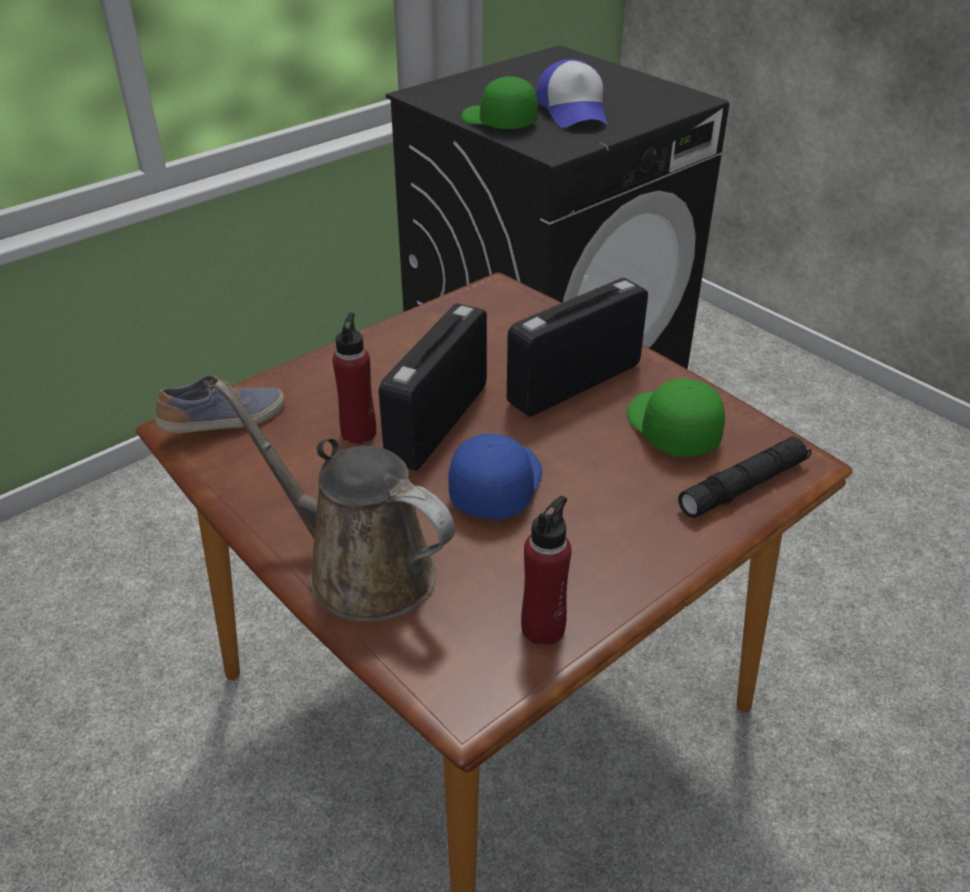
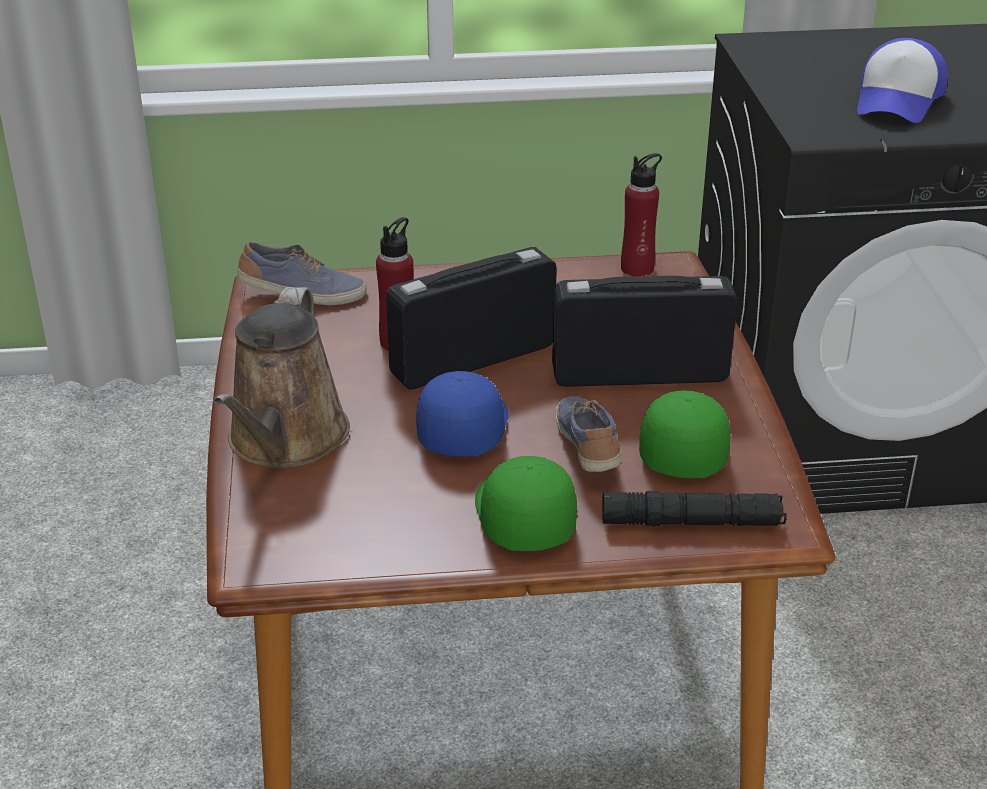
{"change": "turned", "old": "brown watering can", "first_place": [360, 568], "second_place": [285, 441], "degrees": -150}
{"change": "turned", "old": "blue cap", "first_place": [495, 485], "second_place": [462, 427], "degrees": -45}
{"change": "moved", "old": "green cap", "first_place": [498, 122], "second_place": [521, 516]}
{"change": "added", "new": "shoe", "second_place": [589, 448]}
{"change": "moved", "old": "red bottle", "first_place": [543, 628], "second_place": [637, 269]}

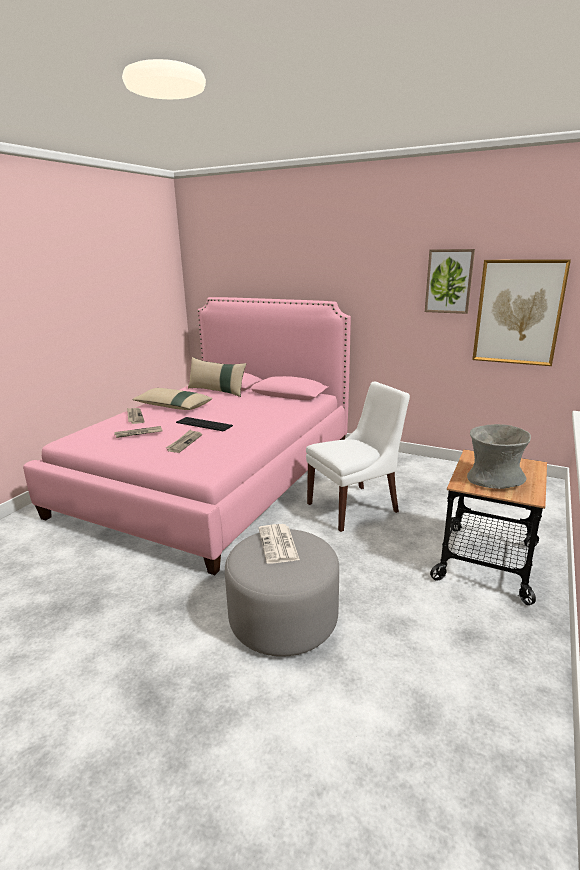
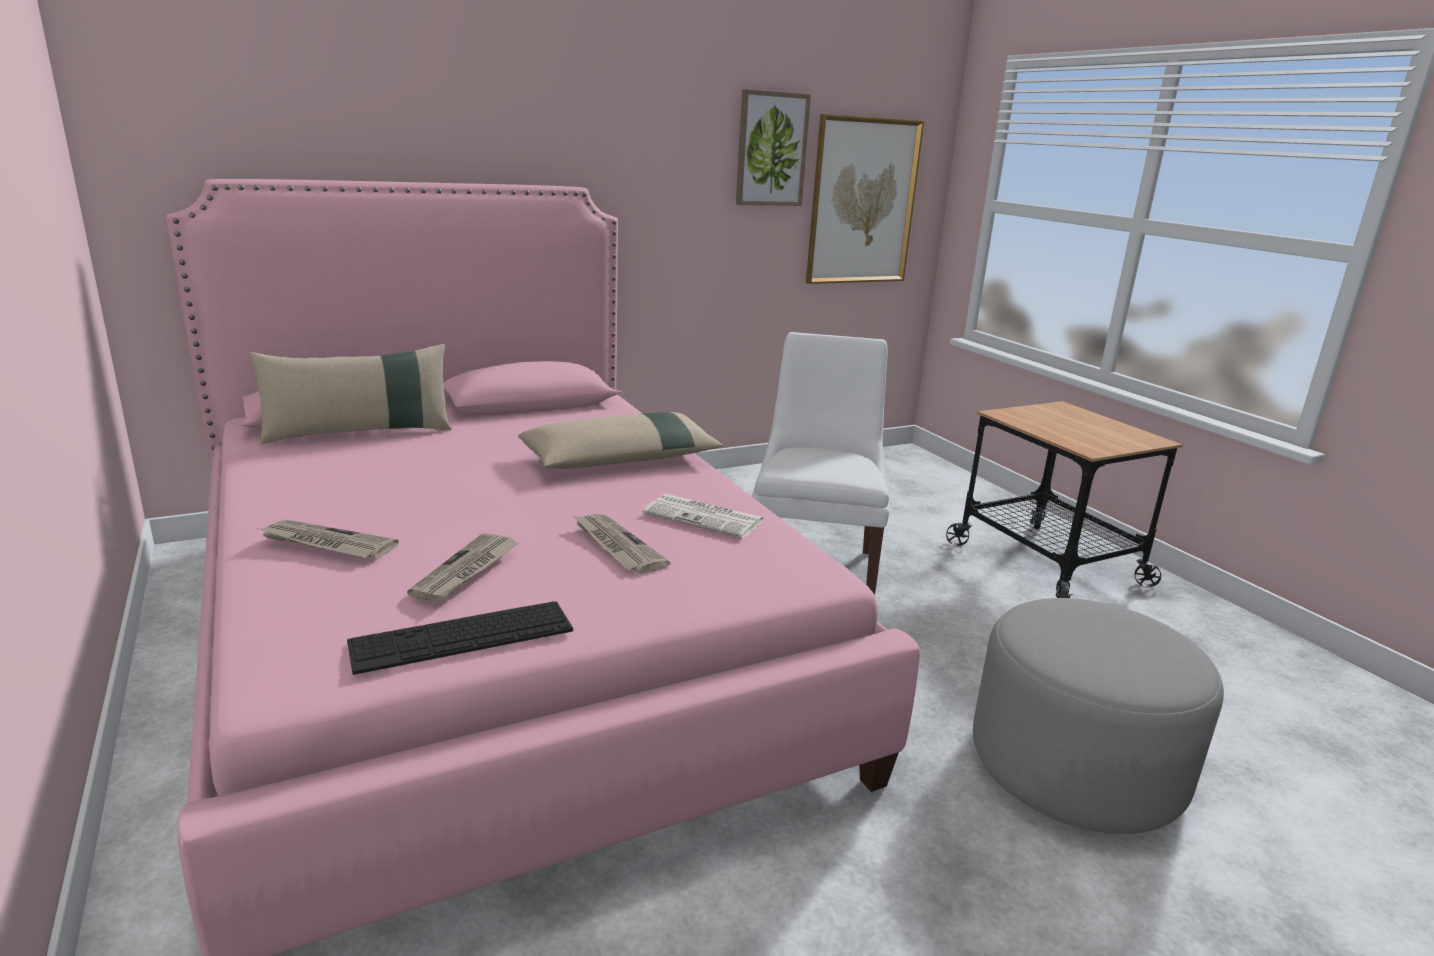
{"change": "moved", "old": "keyboard", "first_place": [204, 424], "second_place": [462, 636]}
{"change": "moved", "old": "beige pillow", "first_place": [173, 406], "second_place": [621, 459]}
{"change": "moved", "old": "newspaper", "first_place": [278, 544], "second_place": [706, 517]}
{"change": "removed", "old": "grey vase", "first_place": [493, 479]}

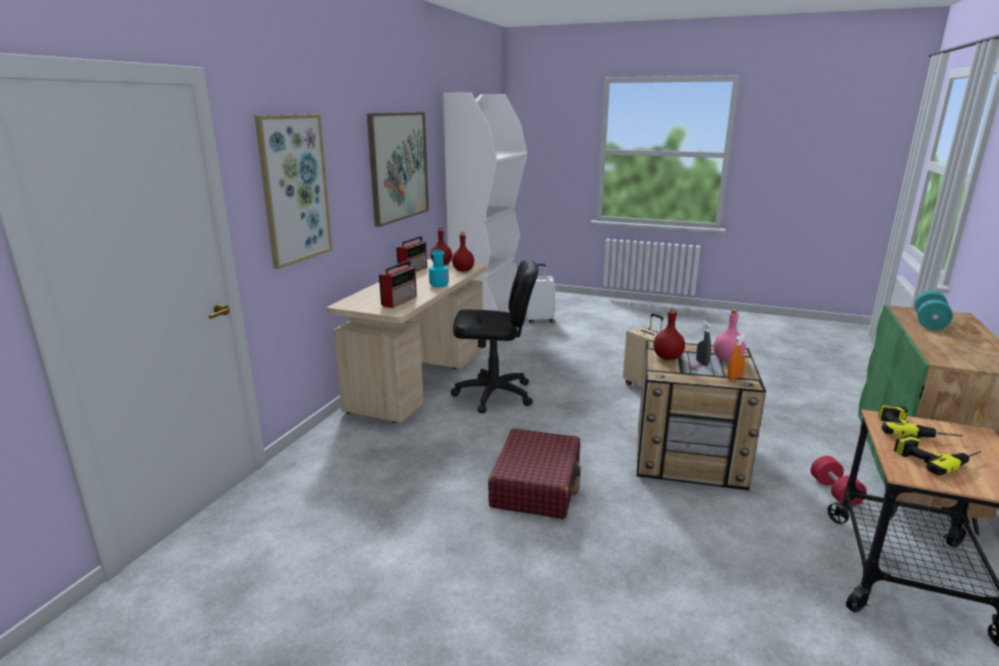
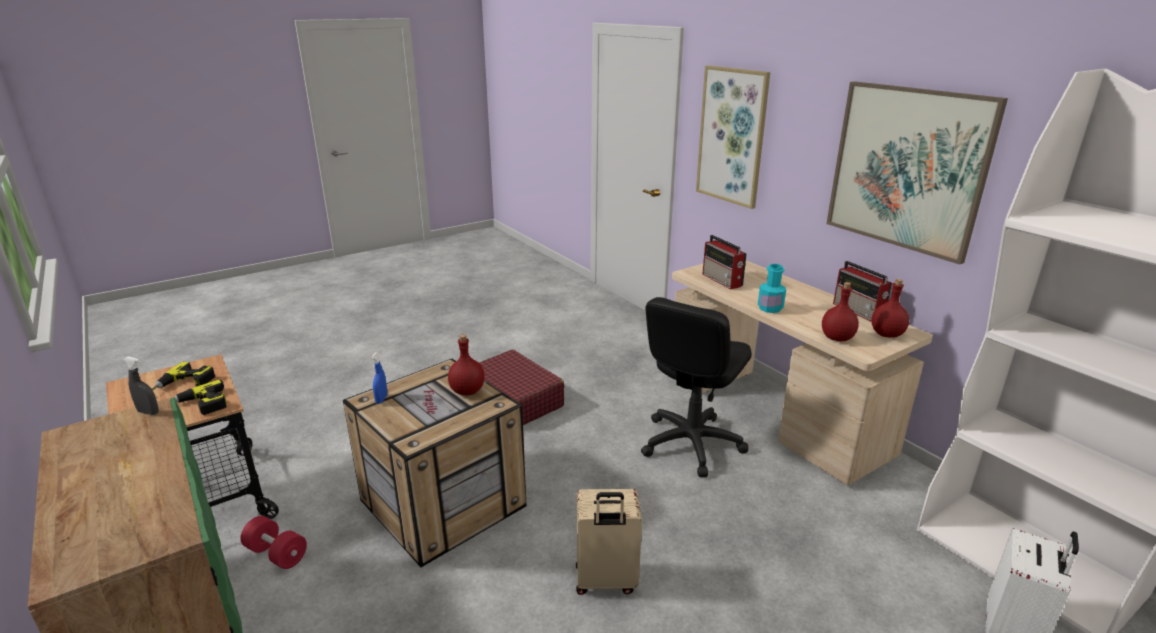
{"change": "moved", "old": "grey spray bottle", "first_place": [702, 363], "second_place": [148, 412]}
{"change": "recoloured", "old": "orange spray bottle", "new": "blue spray bottle", "first_place": [734, 378], "second_place": [381, 399]}
{"change": "removed", "old": "pink bottle", "first_place": [727, 359]}
{"change": "removed", "old": "turquoise dumbbell", "first_place": [929, 322]}

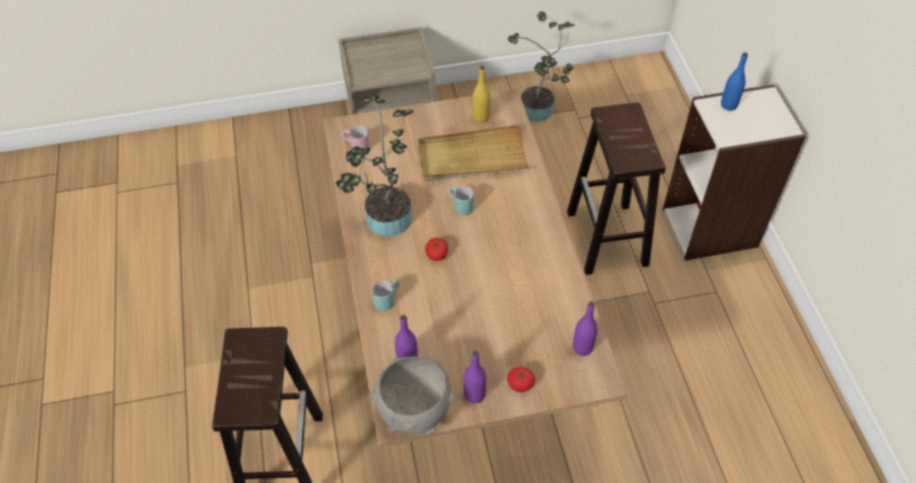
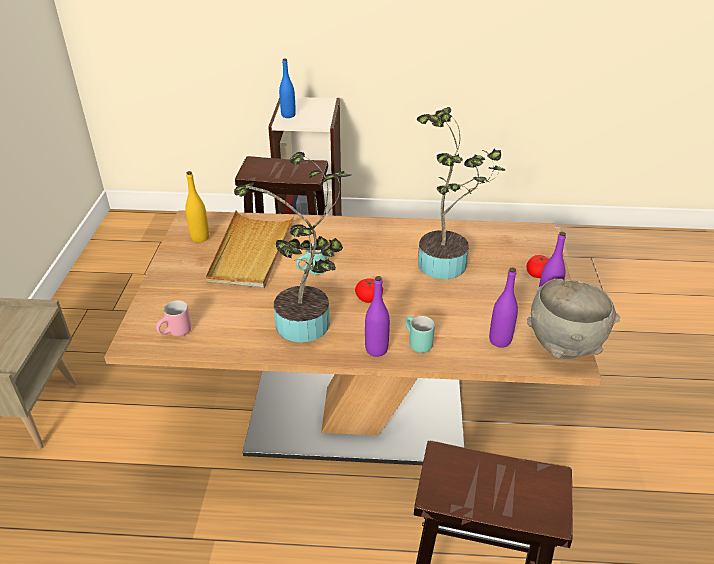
{"change": "moved", "old": "purple bottle", "first_place": [582, 348], "second_place": [376, 349]}
{"change": "moved", "old": "potted plant", "first_place": [539, 112], "second_place": [447, 262]}

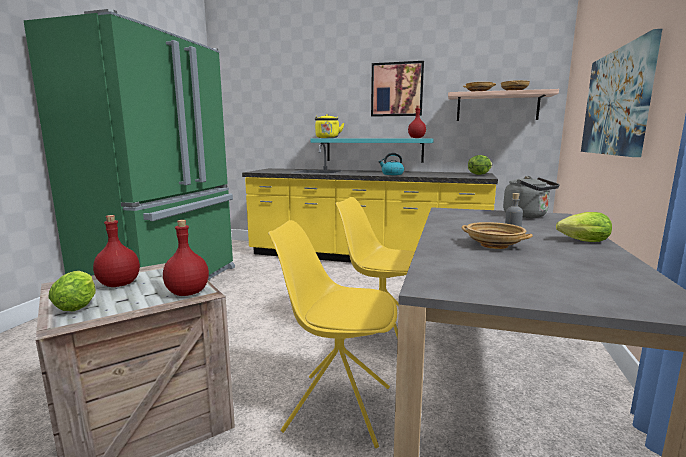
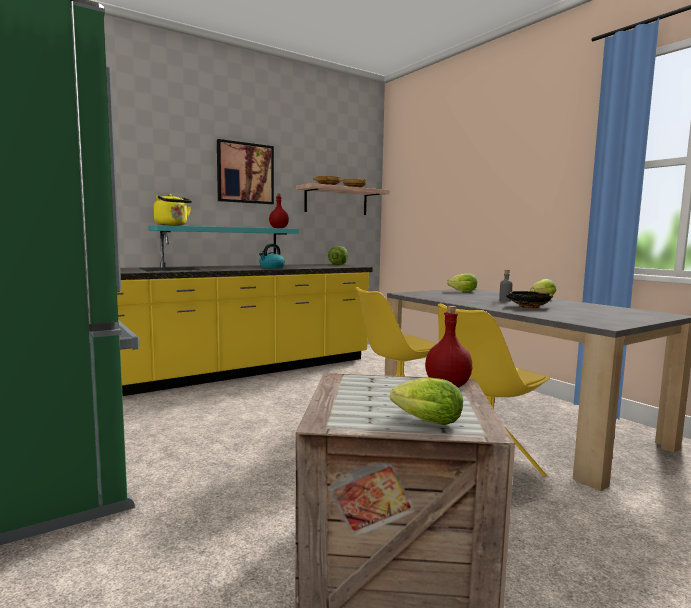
{"change": "replaced", "old": "grey kettle", "new": "lettuce", "first_place": [527, 216], "second_place": [461, 291]}
{"change": "recoloured", "old": "beige bowl", "new": "black bowl", "first_place": [493, 245], "second_place": [528, 306]}
{"change": "removed", "old": "red bottle", "first_place": [119, 284]}
{"change": "removed", "old": "picture", "first_place": [616, 102]}

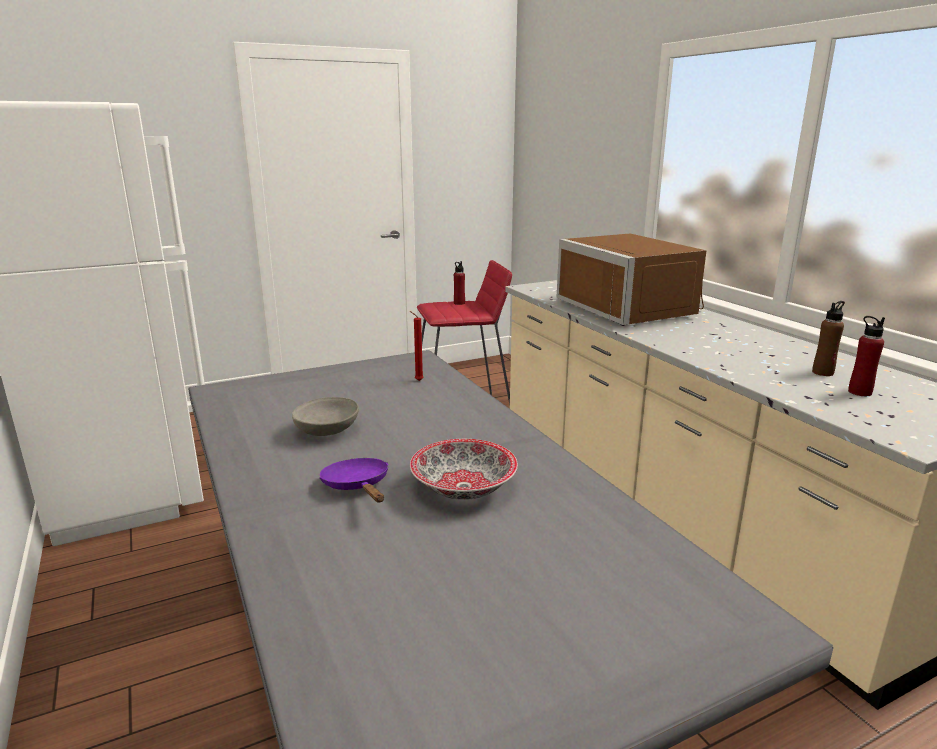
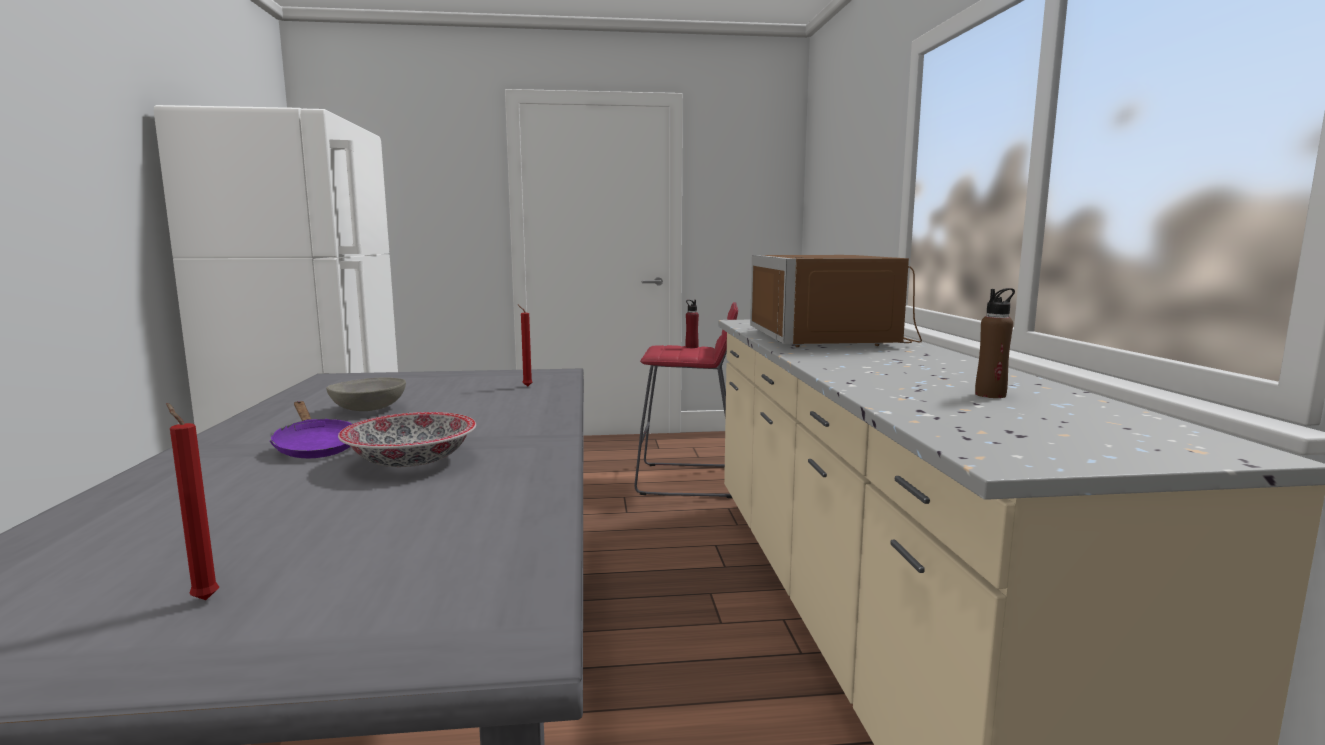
{"change": "added", "new": "red candle", "second_place": [203, 599]}
{"change": "turned", "old": "purple frying pan", "first_place": [358, 486], "second_place": [315, 447], "degrees": 150}
{"change": "removed", "old": "red bottle", "first_place": [859, 392]}

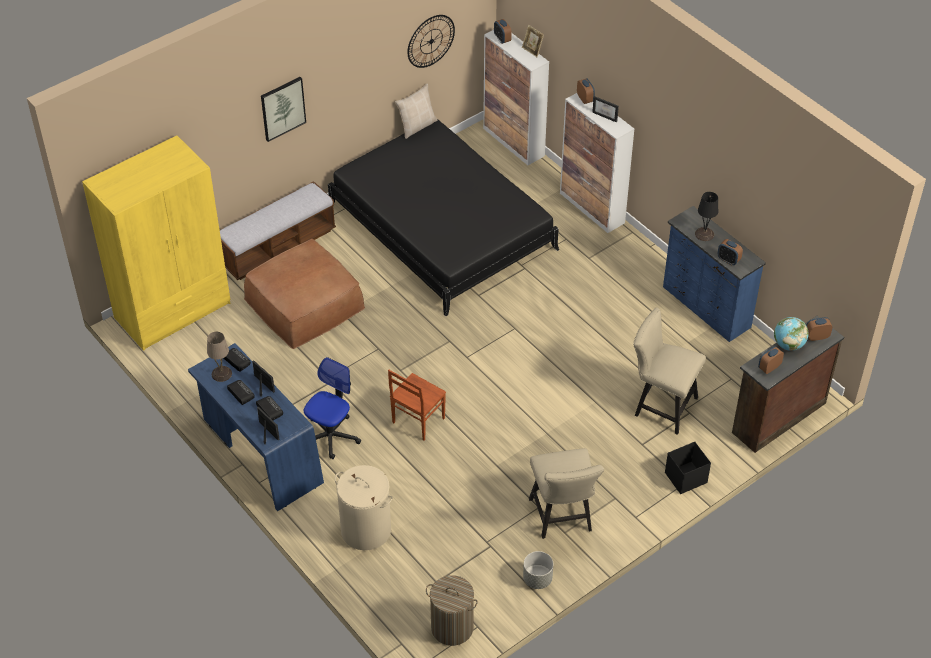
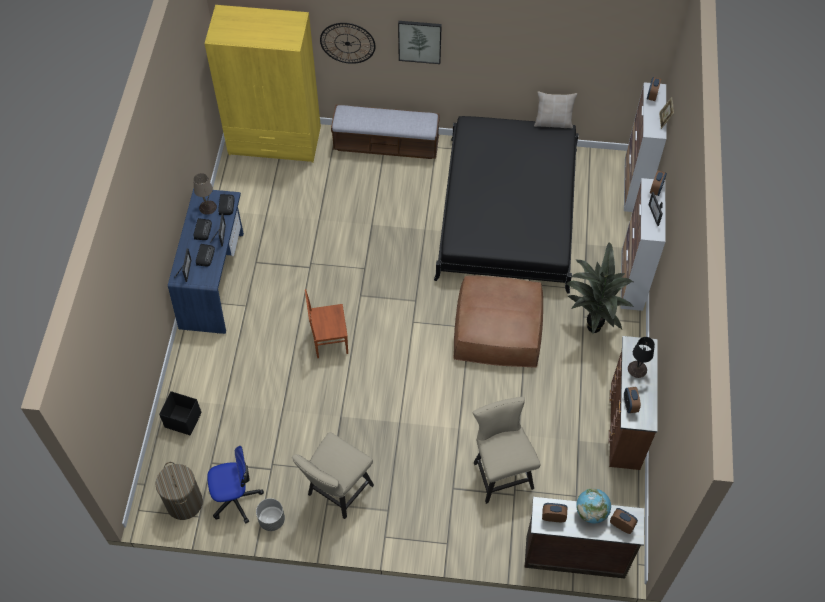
{"change": "moved", "old": "black storage box", "first_place": [685, 478], "second_place": [182, 419]}
{"change": "moved", "old": "office chair", "first_place": [331, 436], "second_place": [235, 498]}
{"change": "moved", "old": "wall clock", "first_place": [431, 41], "second_place": [347, 43]}
{"change": "moved", "old": "brown ottoman", "first_place": [304, 303], "second_place": [498, 328]}
{"change": "added", "new": "potted plant", "second_place": [590, 327]}
{"change": "recoloured", "old": "blue dresser", "new": "brown dresser", "first_place": [705, 308], "second_place": [623, 425]}
{"change": "removed", "old": "beige laundry basket", "first_place": [366, 530]}

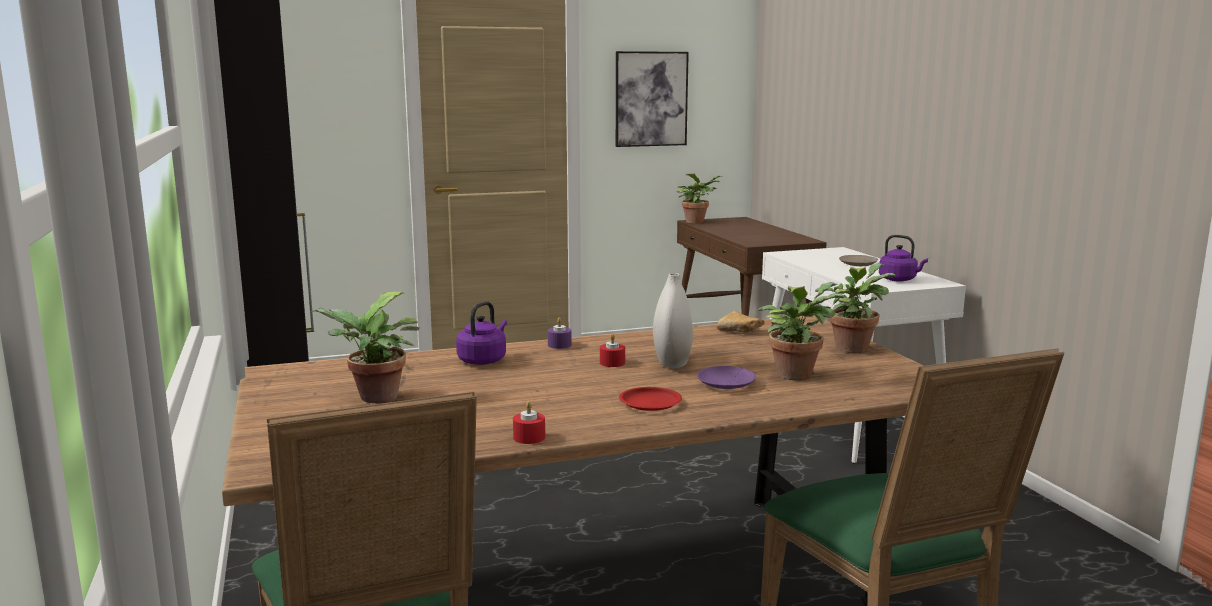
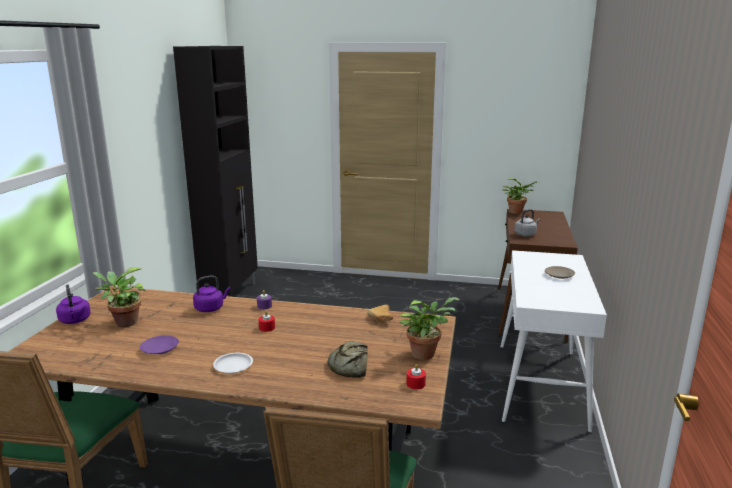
{"change": "moved", "old": "purple kettle", "first_place": [899, 279], "second_place": [75, 321]}
{"change": "moved", "old": "purple plate", "first_place": [726, 384], "second_place": [160, 349]}
{"change": "recoloured", "old": "red plate", "new": "white plate", "first_place": [650, 403], "second_place": [233, 365]}
{"change": "replaced", "old": "potted plant", "new": "bread", "first_place": [795, 373], "second_place": [350, 366]}
{"change": "moved", "old": "red candle", "first_place": [529, 437], "second_place": [415, 384]}
{"change": "added", "new": "grey kettle", "second_place": [526, 234]}
{"change": "removed", "old": "picture", "first_place": [651, 99]}
{"change": "removed", "old": "white vase", "first_place": [672, 362]}

